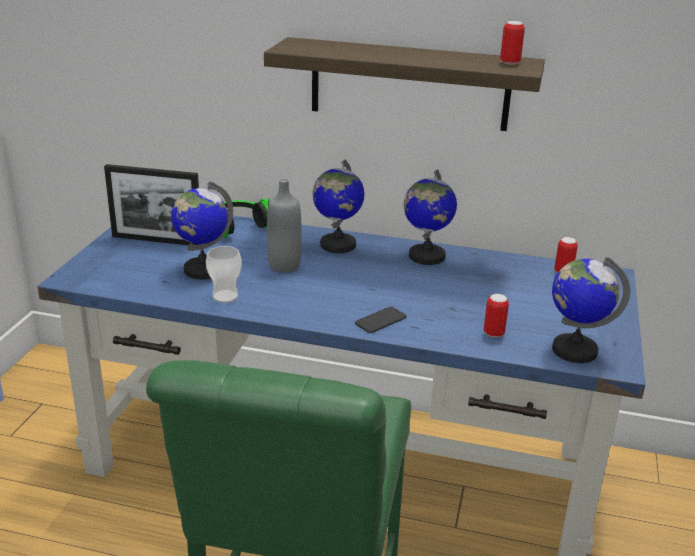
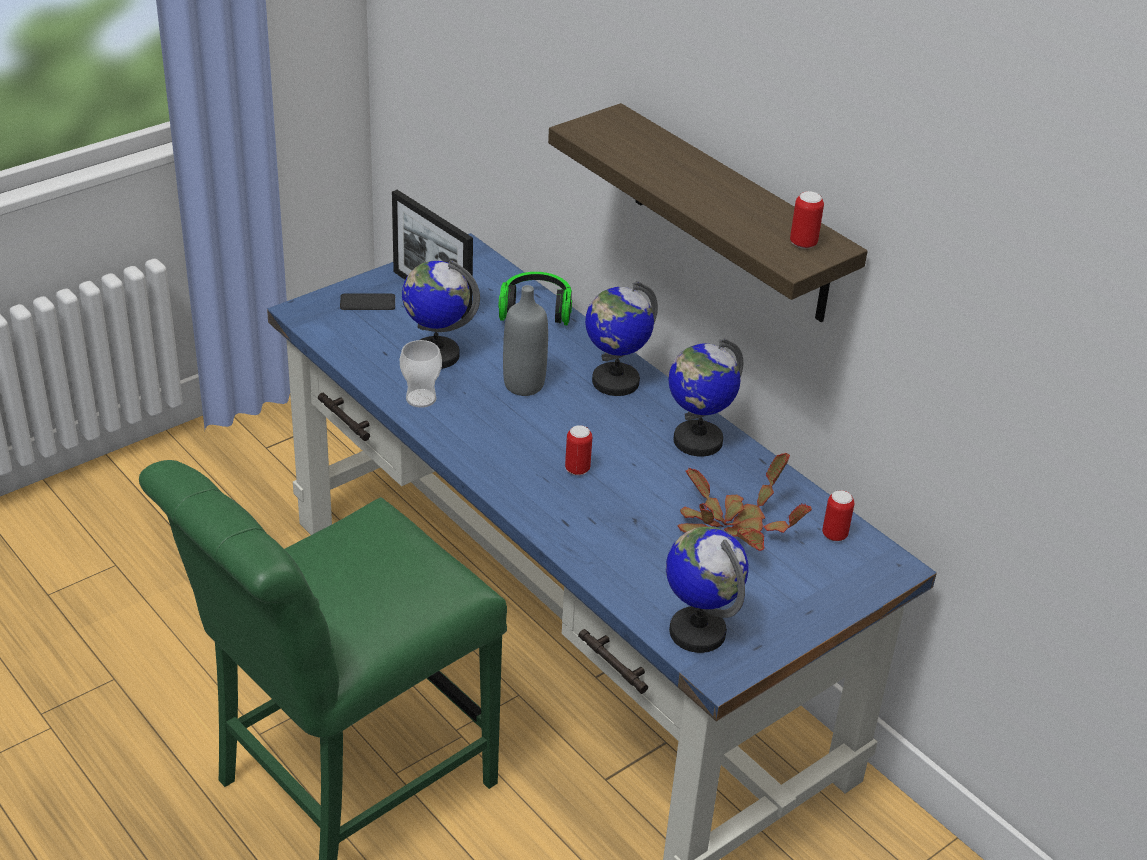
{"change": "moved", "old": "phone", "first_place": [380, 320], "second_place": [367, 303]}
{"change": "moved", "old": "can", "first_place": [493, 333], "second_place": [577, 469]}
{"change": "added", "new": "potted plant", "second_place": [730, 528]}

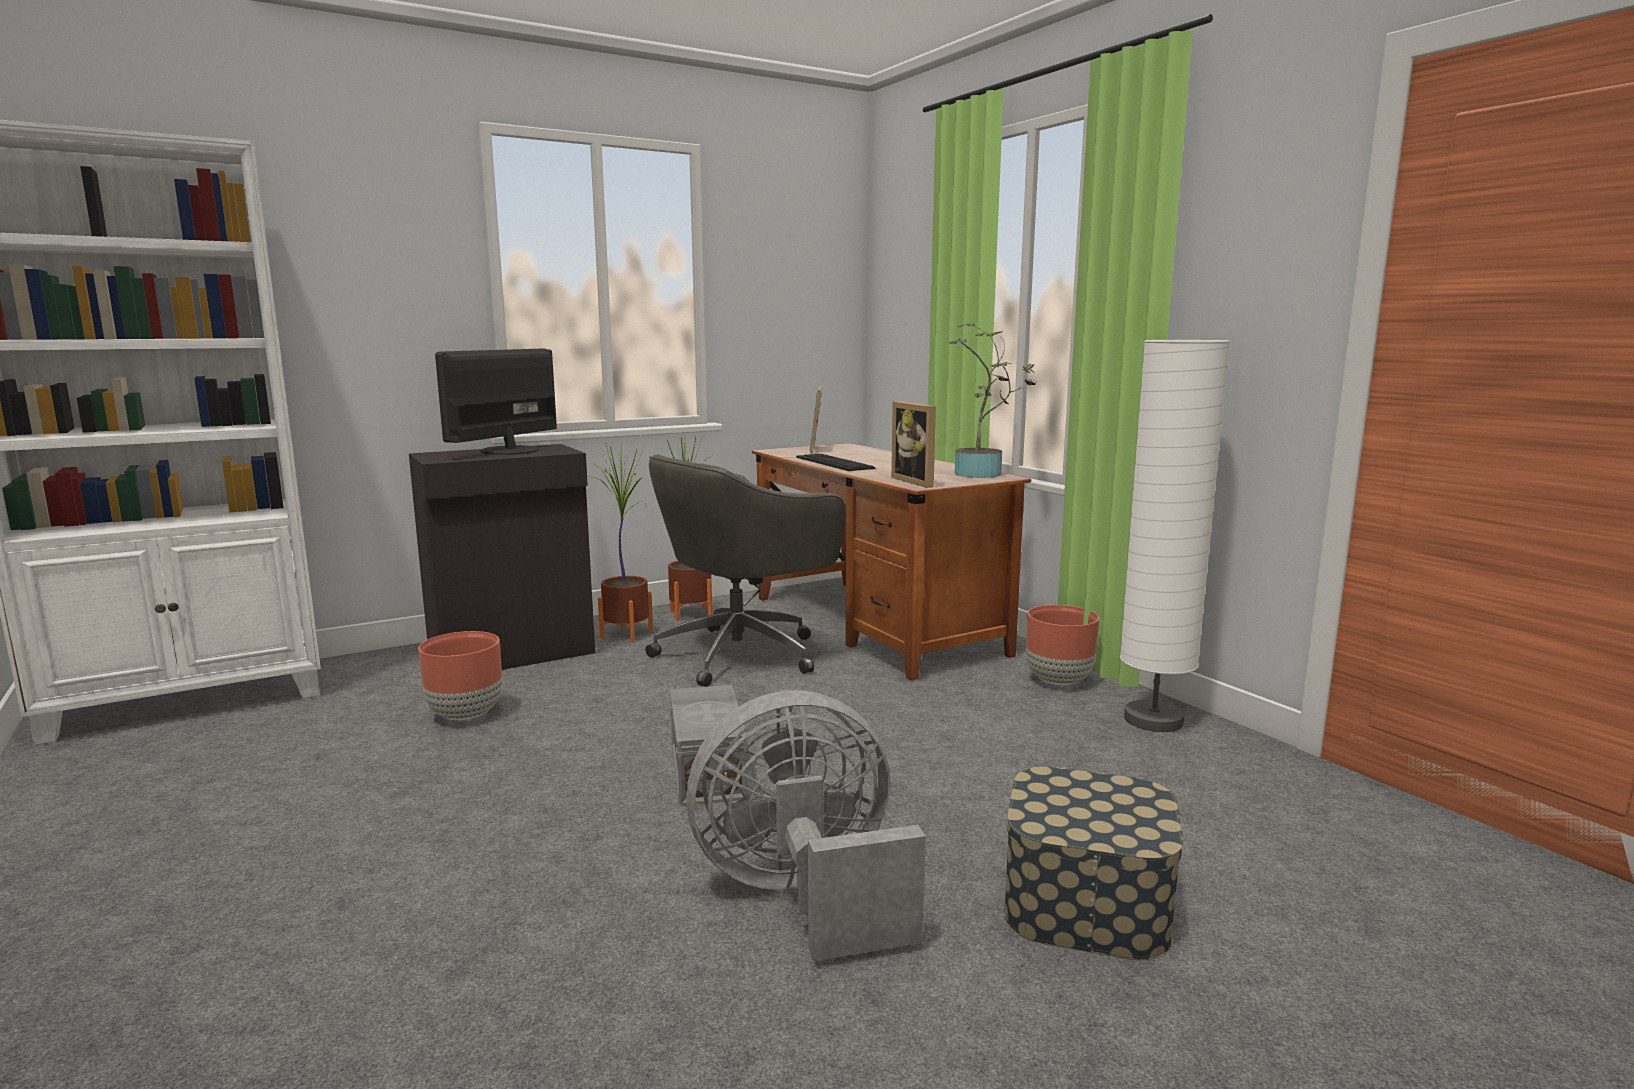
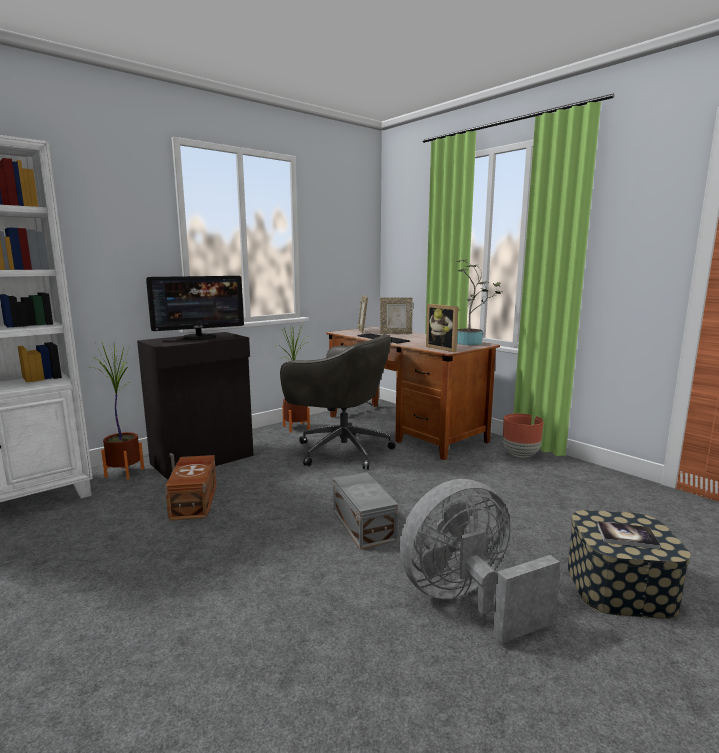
{"change": "moved", "old": "potted plant", "first_place": [627, 634], "second_place": [125, 473]}
{"change": "turned", "old": "monitor", "first_place": [508, 450], "second_place": [199, 337], "degrees": -135}
{"change": "replaced", "old": "brown planter", "new": "brown storage box", "first_place": [466, 715], "second_place": [195, 501]}
{"change": "turned", "old": "grey office chair", "first_place": [743, 654], "second_place": [340, 450], "degrees": -105}
{"change": "added", "new": "picture frame", "second_place": [396, 333]}
{"change": "added", "new": "book", "second_place": [627, 536]}
{"change": "removed", "old": "white floor lamp", "first_place": [1153, 720]}

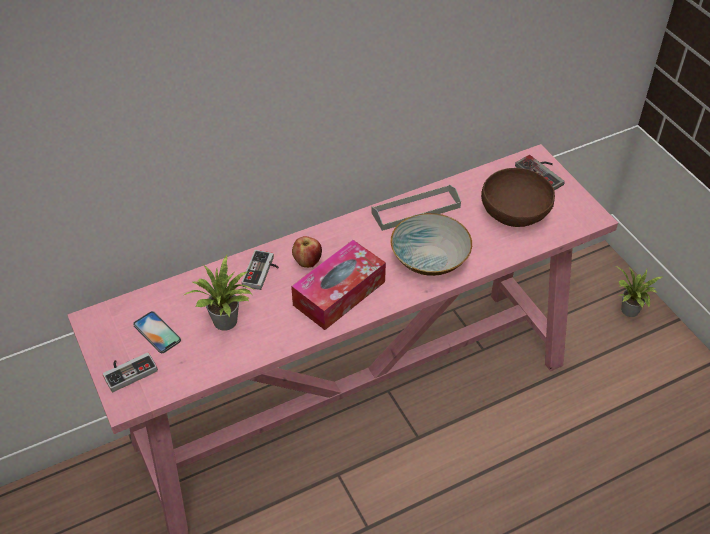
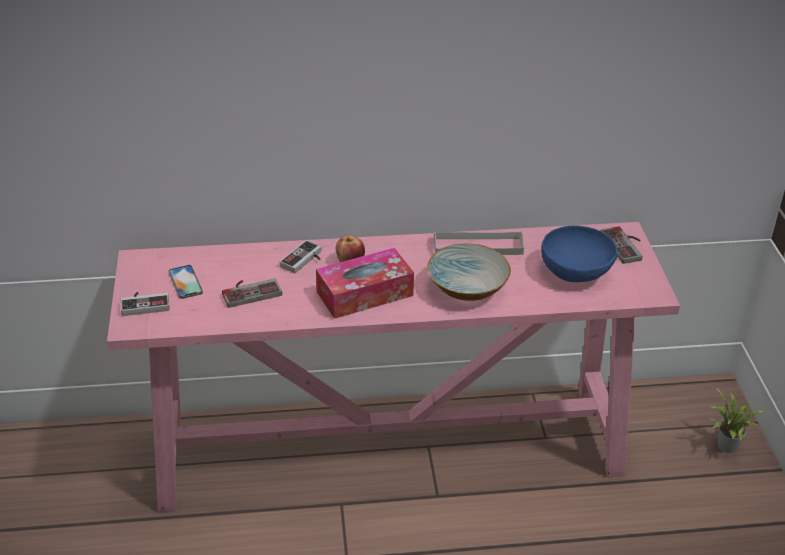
{"change": "replaced", "old": "potted plant", "new": "game controller", "first_place": [227, 323], "second_place": [250, 291]}
{"change": "recoloured", "old": "brown bowl", "new": "blue bowl", "first_place": [515, 213], "second_place": [576, 272]}

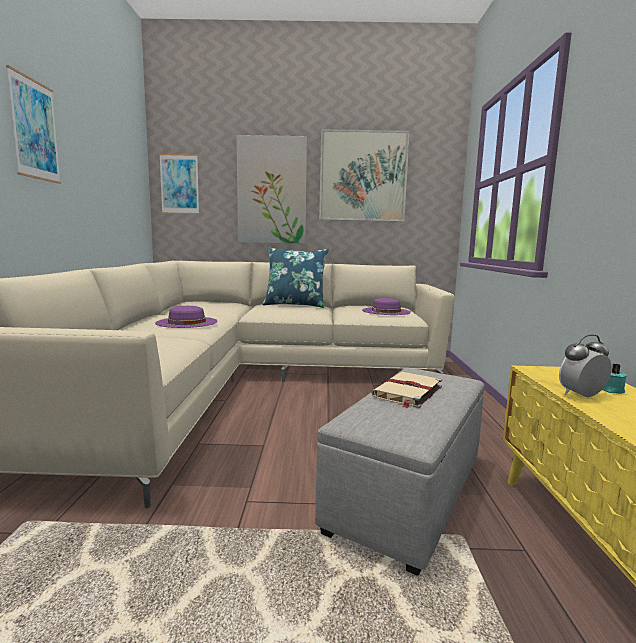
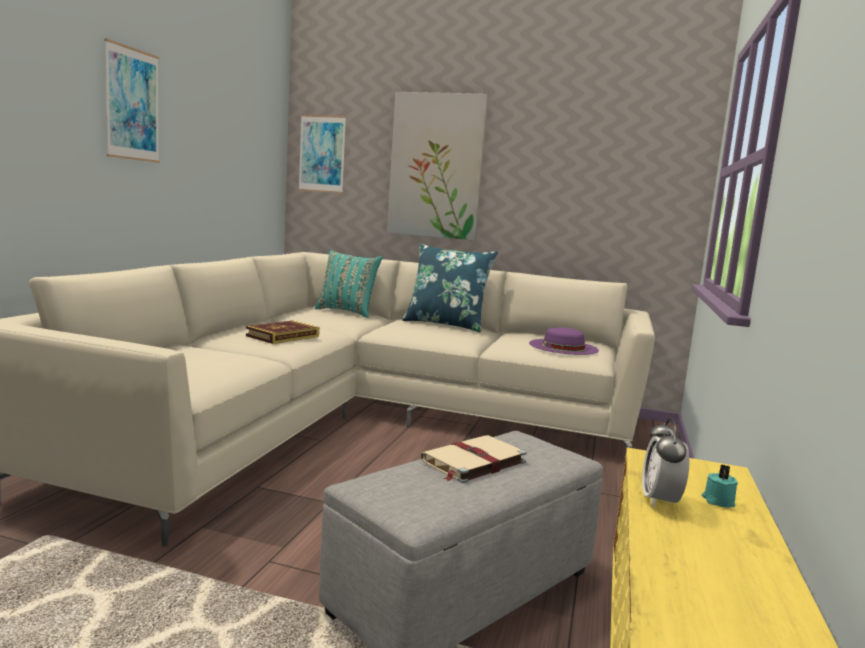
{"change": "replaced", "old": "purple hat", "new": "book", "first_place": [187, 322], "second_place": [283, 336]}
{"change": "added", "new": "turquoise pillow", "second_place": [347, 312]}
{"change": "turned", "old": "alarm clock", "first_place": [581, 396], "second_place": [660, 501], "degrees": -75}
{"change": "removed", "old": "picture", "first_place": [363, 176]}

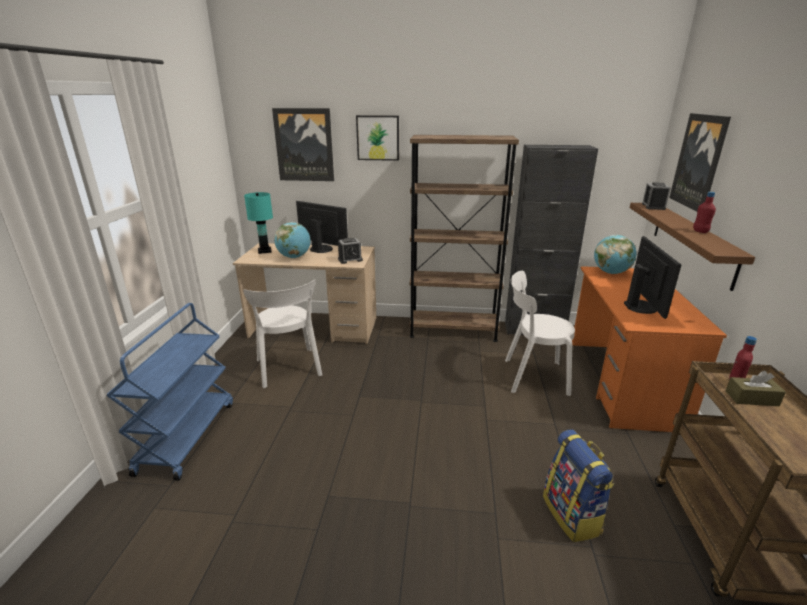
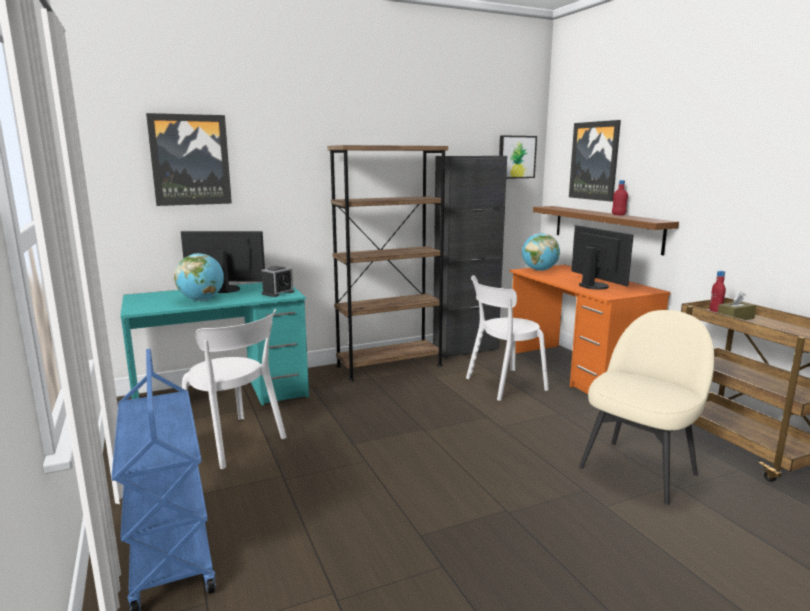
{"change": "recoloured", "old": "beige desk", "new": "turquoise desk", "first_place": [314, 328], "second_place": [223, 397]}
{"change": "moved", "old": "picture", "first_place": [378, 138], "second_place": [516, 157]}
{"change": "replaced", "old": "backpack", "new": "beige chair", "first_place": [572, 515], "second_place": [639, 469]}
{"change": "removed", "old": "turquoise table lamp", "first_place": [264, 251]}
{"change": "removed", "old": "alarm clock", "first_place": [653, 206]}

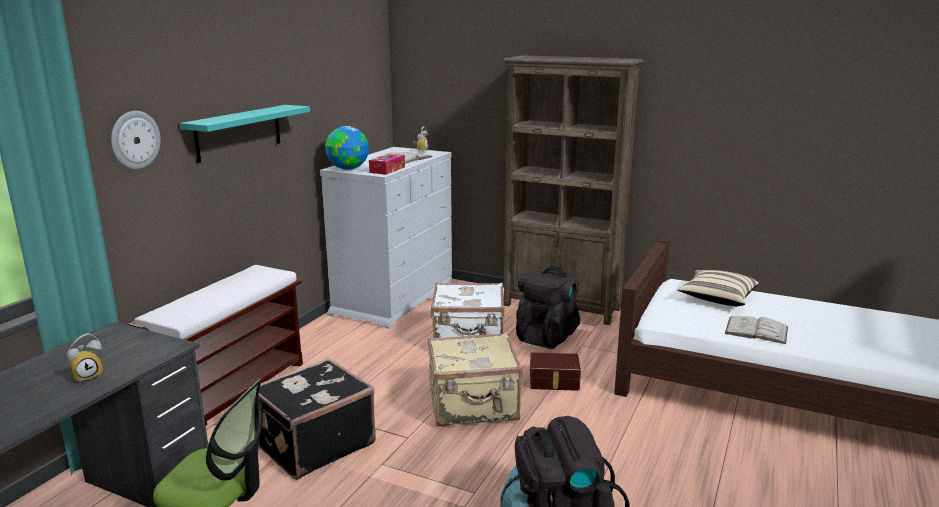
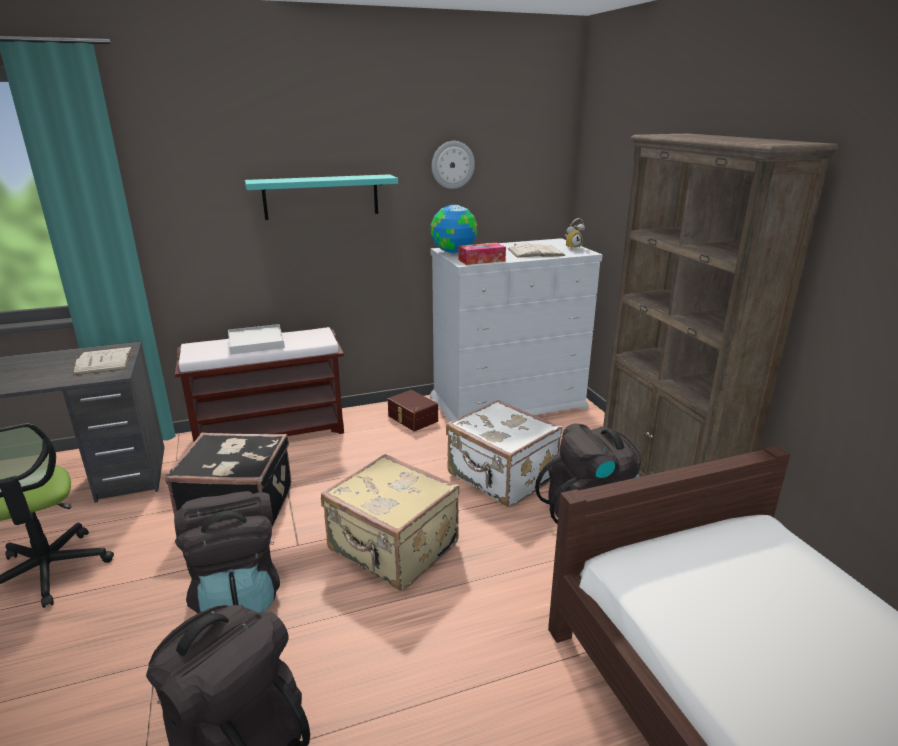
{"change": "moved", "old": "white book", "first_place": [756, 330], "second_place": [104, 361]}
{"change": "added", "new": "black backpack", "second_place": [238, 593]}
{"change": "added", "new": "white tray", "second_place": [256, 342]}
{"change": "moved", "old": "brown storage box", "first_place": [554, 381], "second_place": [412, 419]}
{"change": "moved", "old": "wall clock", "first_place": [135, 140], "second_place": [452, 165]}
{"change": "removed", "old": "alarm clock", "first_place": [88, 376]}
{"change": "removed", "old": "beige pillow", "first_place": [717, 299]}

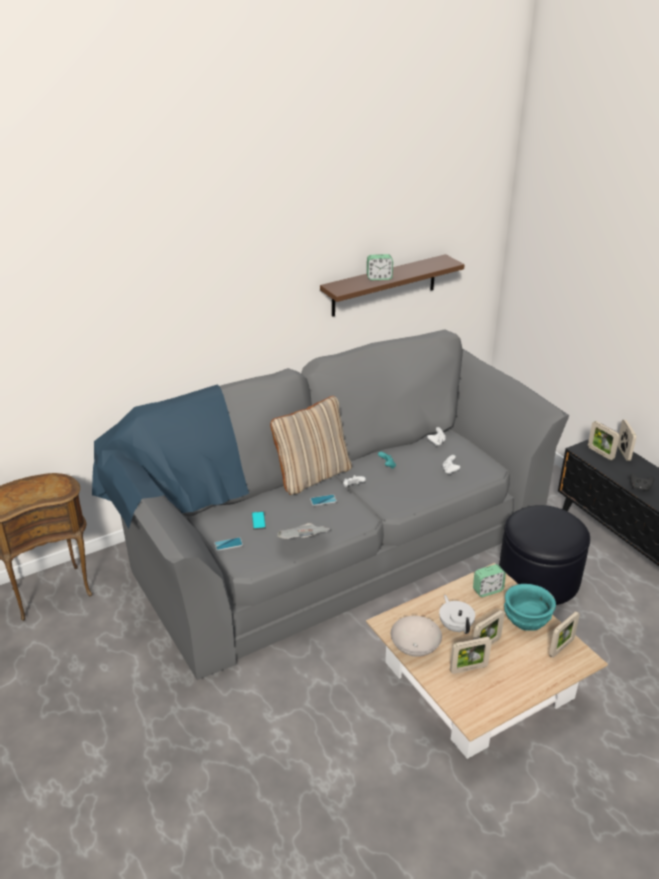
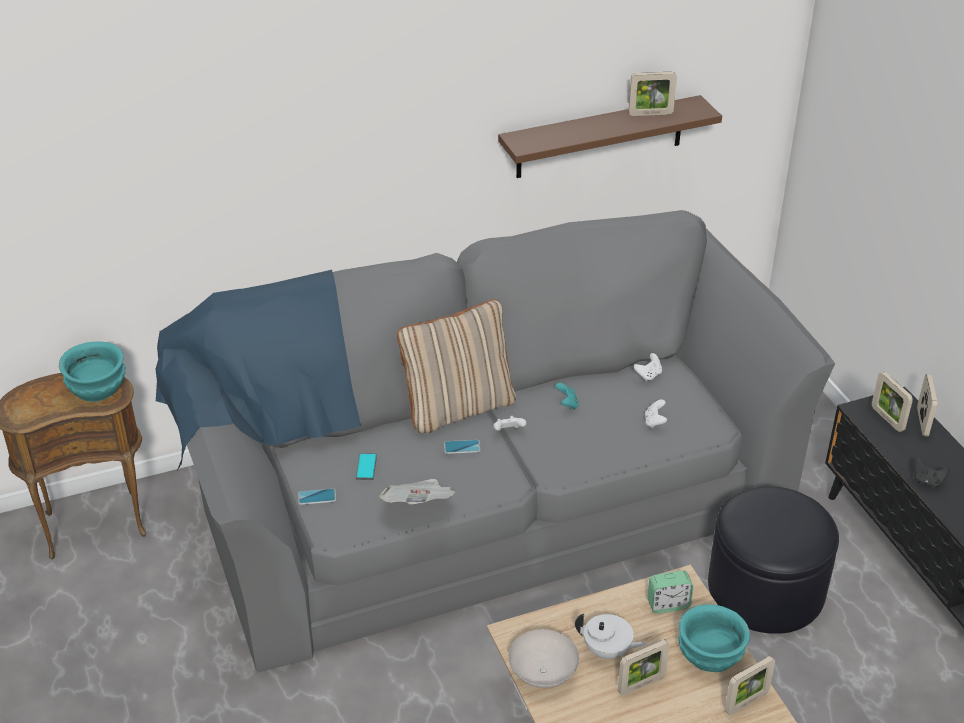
{"change": "added", "new": "turquoise bowl", "second_place": [98, 387]}
{"change": "turned", "old": "white teapot", "first_place": [455, 626], "second_place": [607, 651], "degrees": 120}
{"change": "moved", "old": "picture frame", "first_place": [468, 668], "second_place": [650, 114]}
{"change": "removed", "old": "alarm clock", "first_place": [379, 278]}

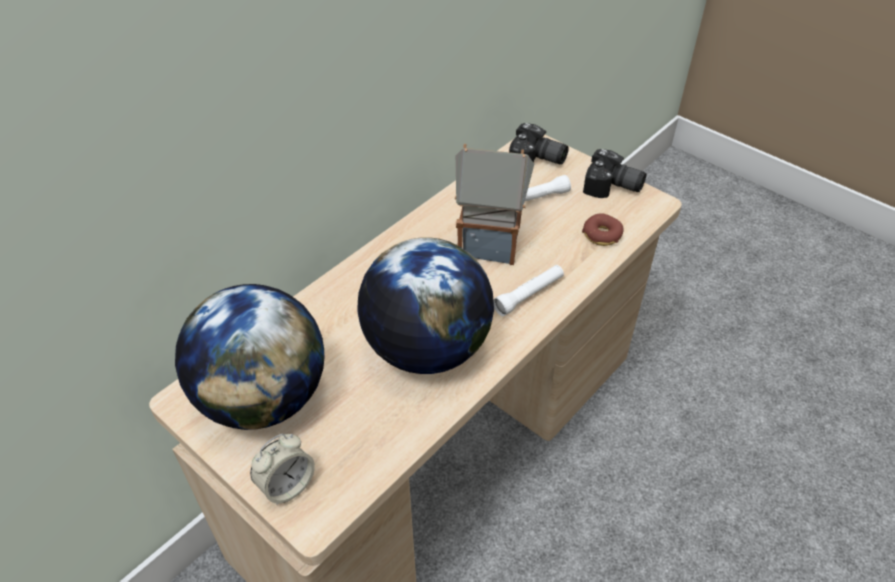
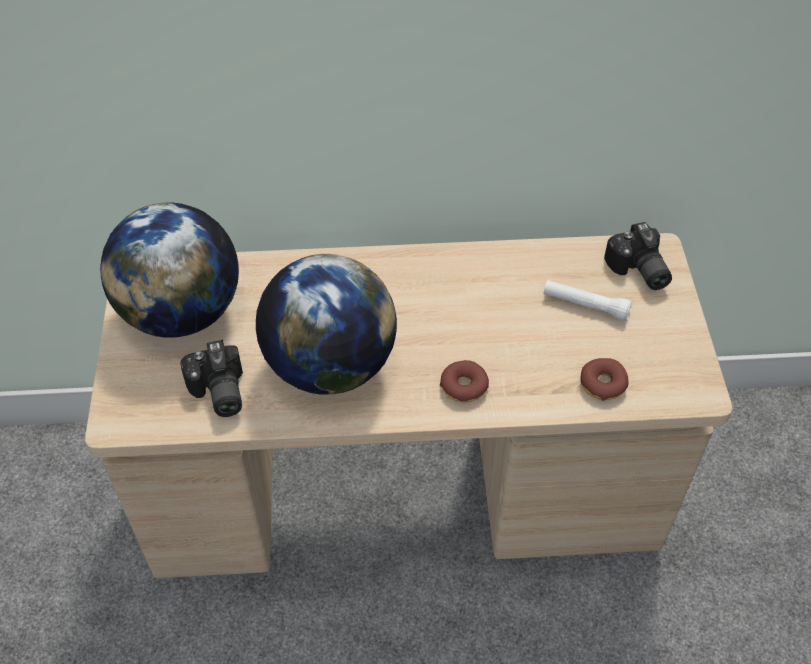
{"change": "moved", "old": "photo camera", "first_place": [612, 188], "second_place": [217, 393]}
{"change": "replaced", "old": "white flashlight", "new": "donut", "first_place": [528, 295], "second_place": [464, 386]}
{"change": "removed", "old": "alarm clock", "first_place": [287, 485]}
{"change": "removed", "old": "toy house", "first_place": [491, 241]}

